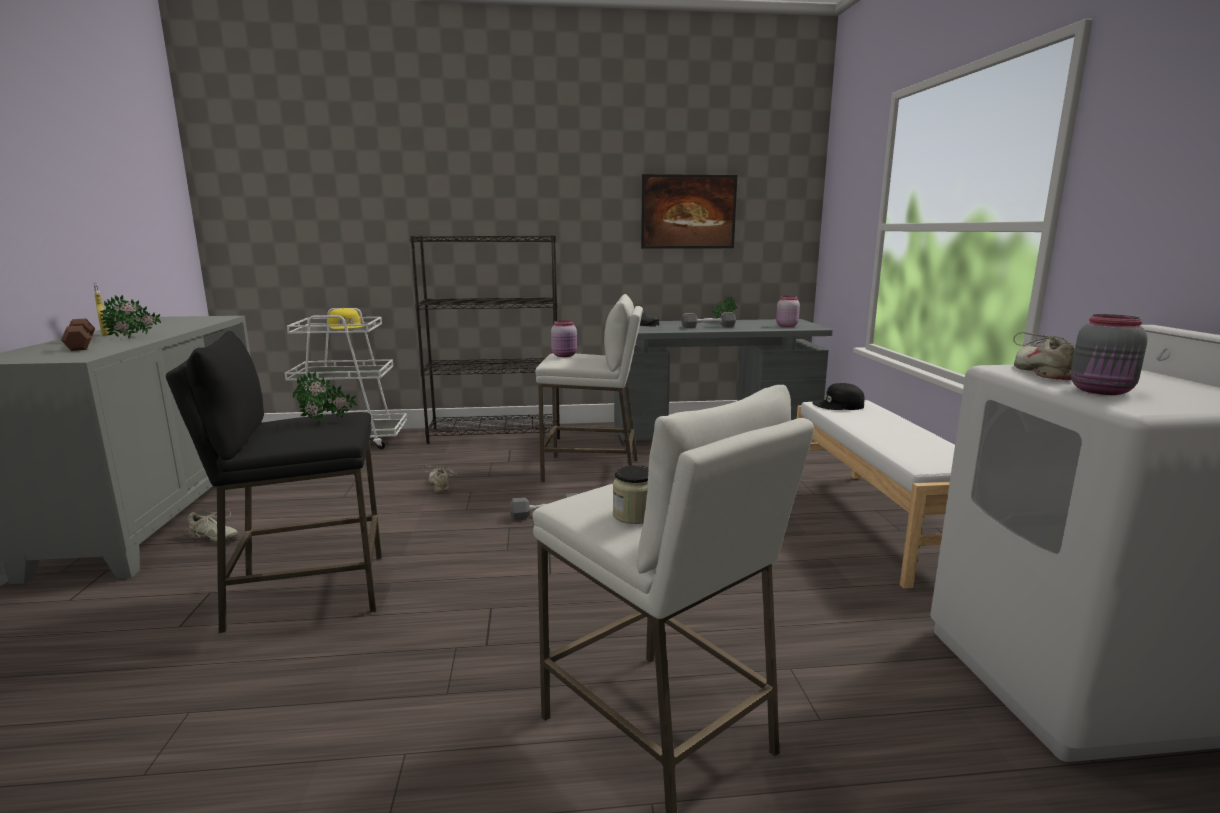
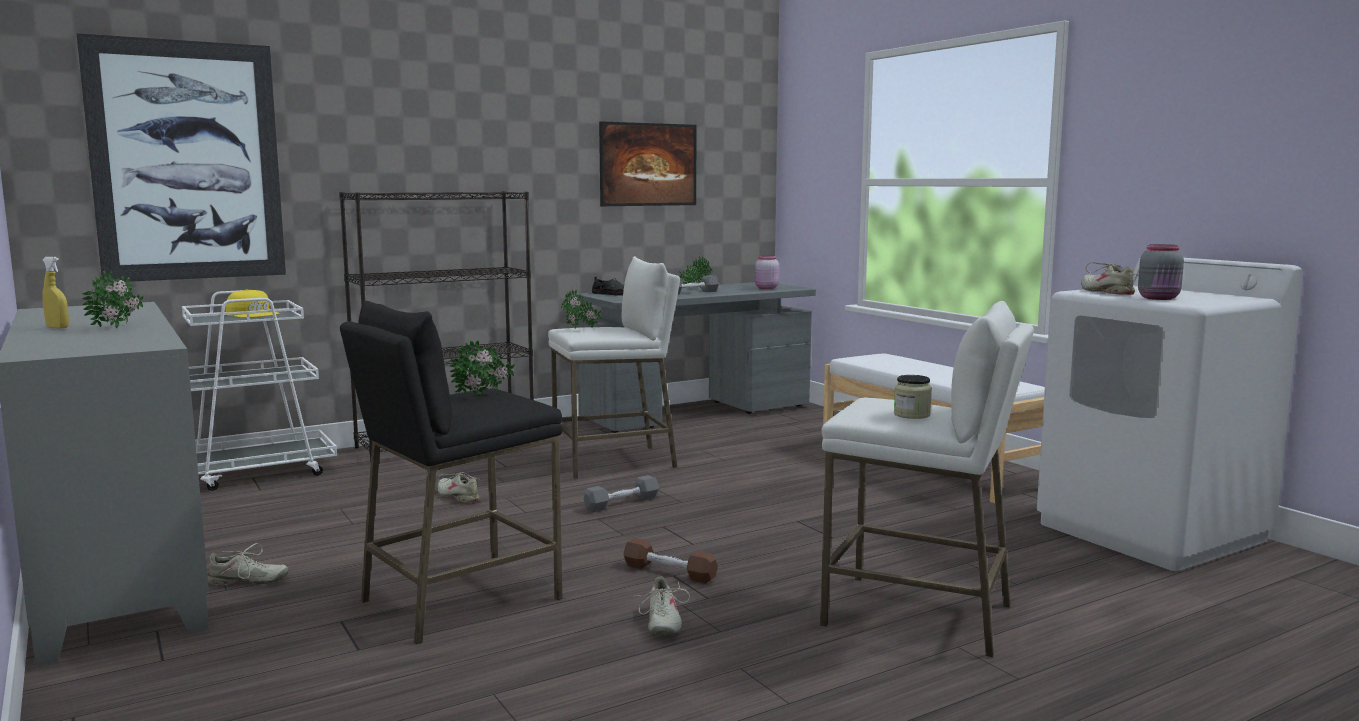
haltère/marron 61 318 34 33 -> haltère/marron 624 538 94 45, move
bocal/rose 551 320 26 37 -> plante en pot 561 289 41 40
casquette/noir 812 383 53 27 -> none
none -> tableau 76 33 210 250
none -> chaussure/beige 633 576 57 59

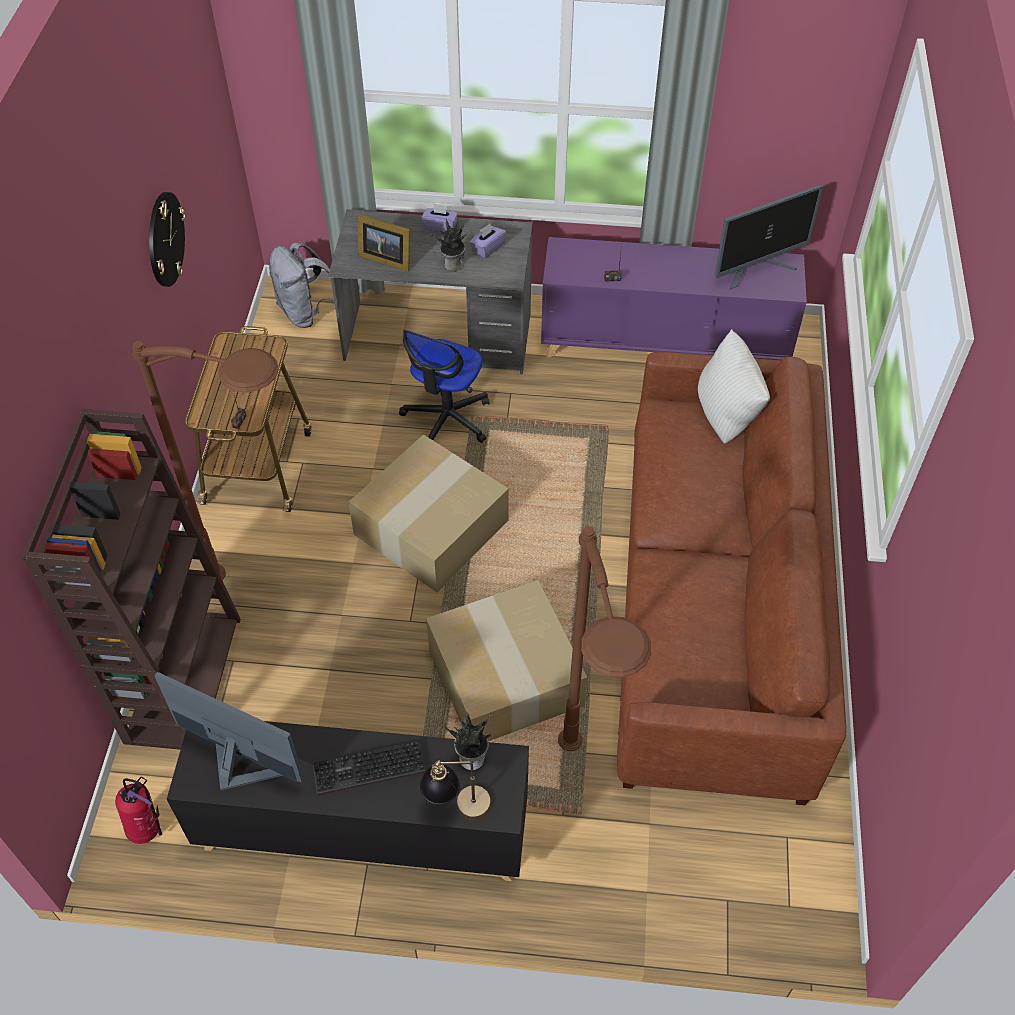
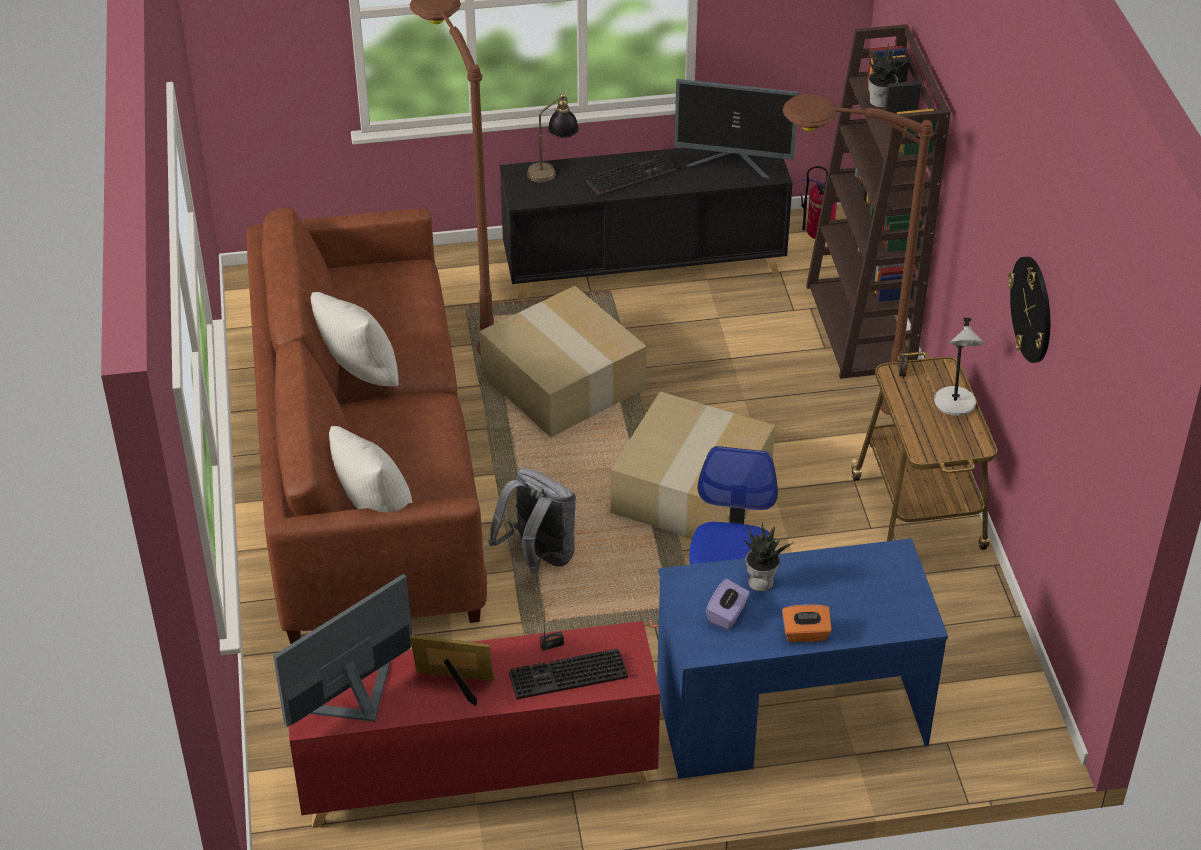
boîte à mouchoirs/violet 421 204 37 29 -> boîte à mouchoirs/orange 782 604 50 38
bureau/gris 328 210 205 164 -> bureau/bleu 657 538 291 241
cadre photo 357 214 53 58 -> cadre photo 410 635 84 71, move
meuble de rangement/violet 541 237 266 123 -> meuble de rangement/rouge 289 621 371 207
sac à dos/gris 269 242 65 86 -> sac à dos/gris 488 468 88 106, move
plante en pot 444 712 48 58 -> plante en pot 867 43 42 64, move
none -> coussin/blanc 311 292 88 95
none -> lampe de table/gris 934 318 51 98
none -> clavier 509 648 119 52

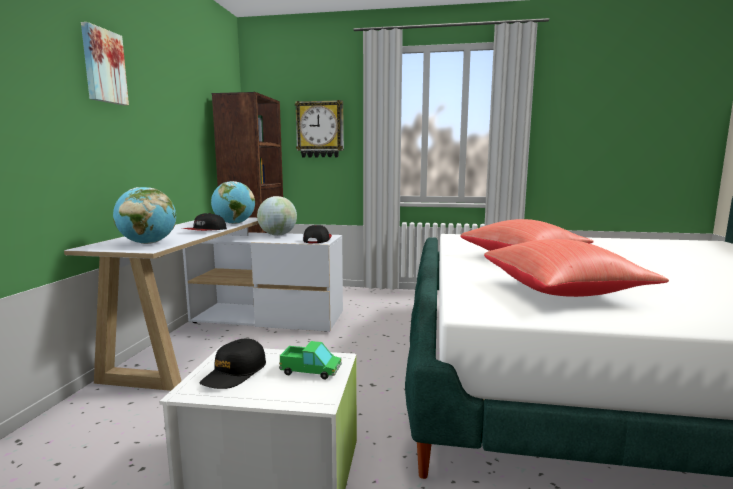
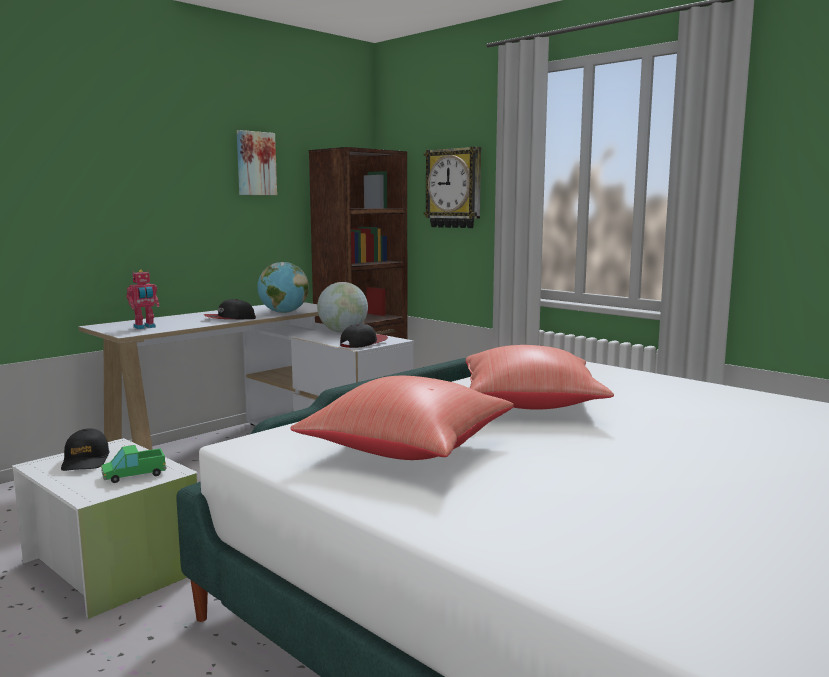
tableau 81 22 48 83 -> tableau 237 130 40 65, move
globe 113 187 63 57 -> robot jouet 126 270 33 59
casquette/noir 199 339 67 50 -> casquette/noir 61 429 49 42, 75 degrees counterclockwise
camion jouet 279 341 63 38 -> camion jouet 101 445 66 38, 105 degrees clockwise

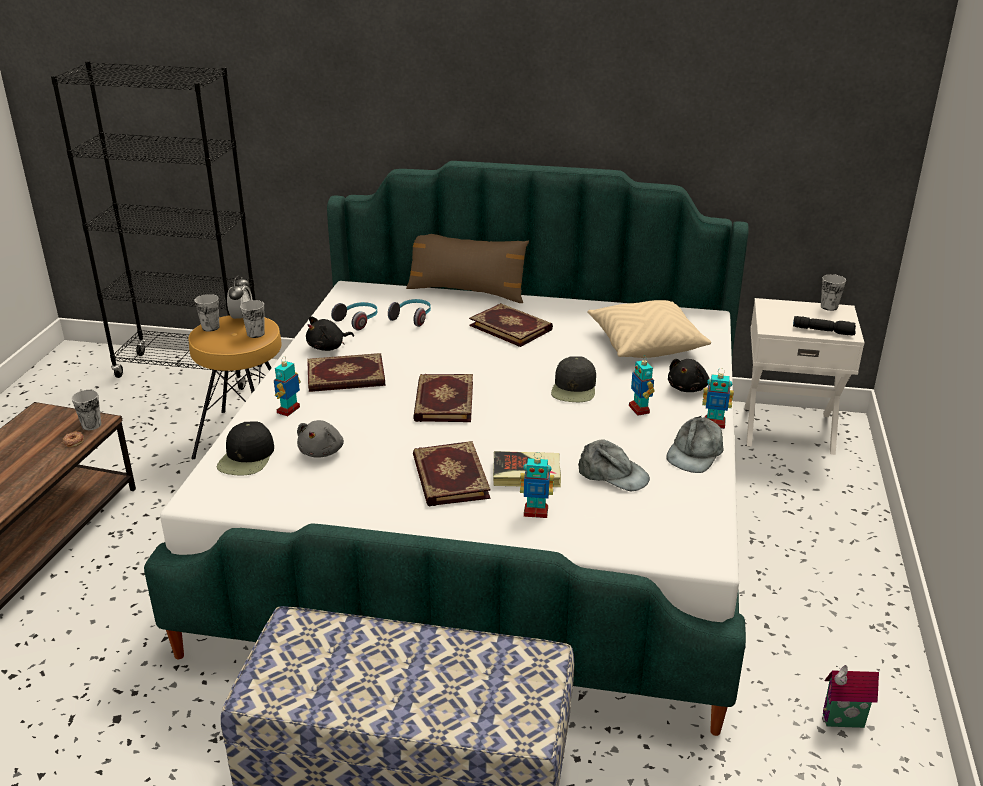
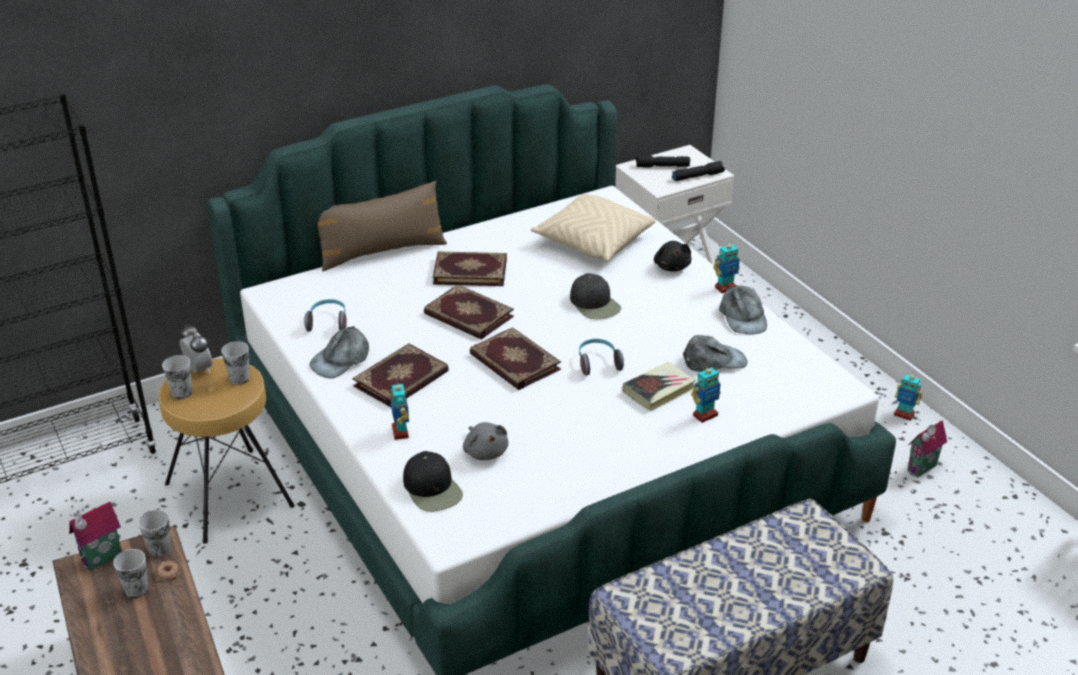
tasse 821 274 25 37 -> tasse 113 549 35 49, move
casque audio 388 299 43 28 -> casque audio 579 339 45 37, move
peluche/noir 306 316 48 35 -> casquette/gris 310 326 59 53
robot jouet 629 356 26 60 -> robot jouet 894 372 29 49, move
livre 413 441 77 65 -> livre 424 284 90 55, move
none -> lampe de poche/noir 636 155 54 12
none -> maison miniature 69 502 53 69

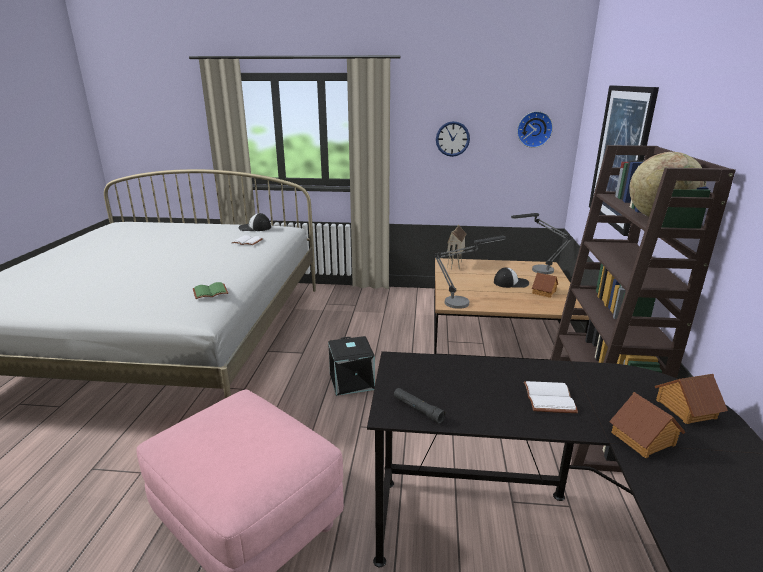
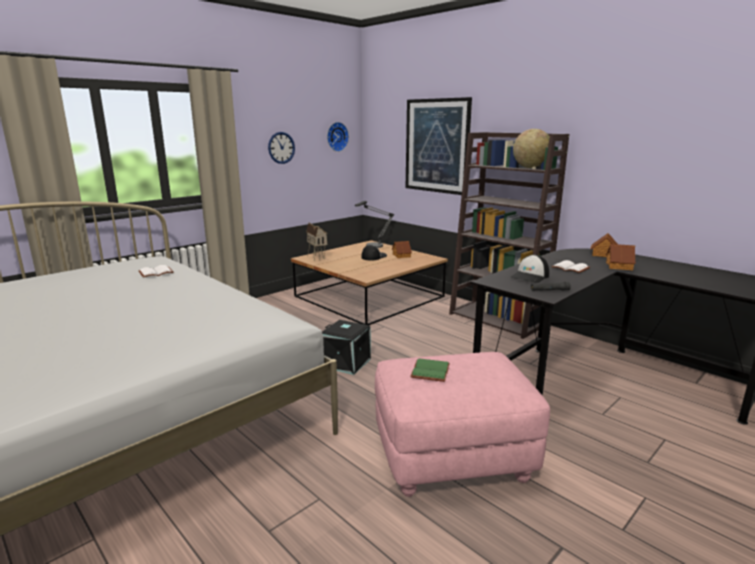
casquette 238 213 33 18 -> casquette 510 255 39 28, move
lampe de table 434 236 72 73 -> none
livre/vert 193 282 35 17 -> livre/vert 411 358 39 24, move

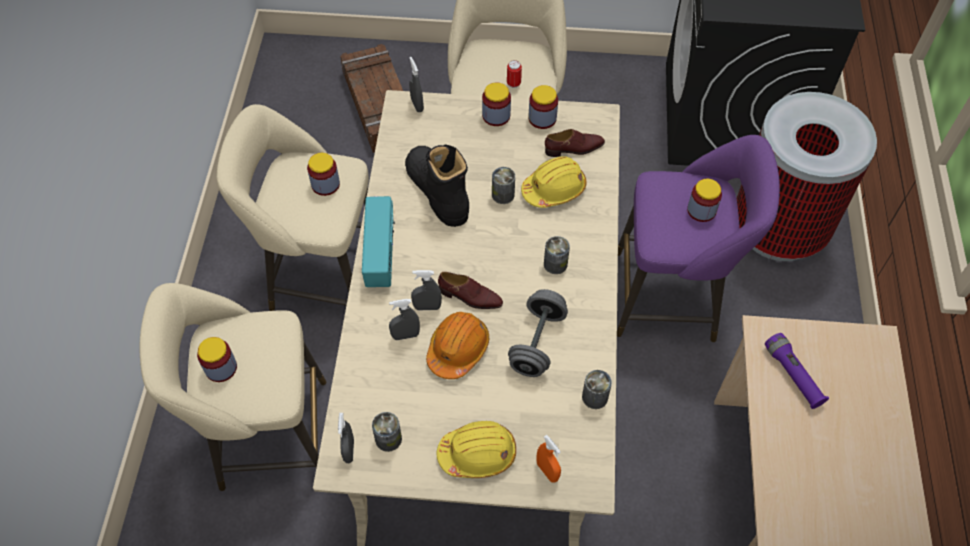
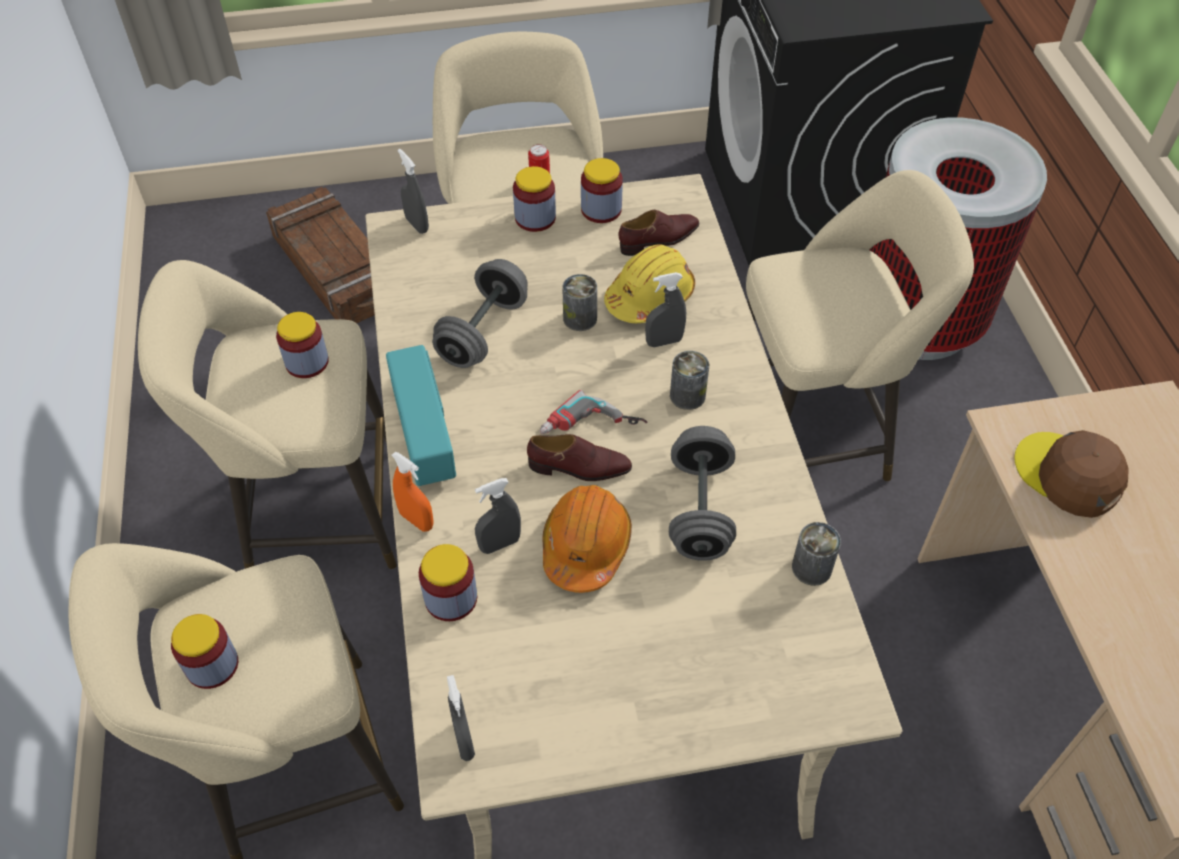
tabouret/violet 617 135 163 207 -> tabouret/beige 746 170 228 311
botte/noir 405 144 64 83 -> haltère/gris 432 259 96 109
bocal 687 179 35 43 -> bocal 419 544 58 77, move
vaporisateur/gris 411 270 31 40 -> vaporisateur/gris 645 272 41 75, move
lampe de poche/violet 765 333 64 76 -> casquette/marron 1014 430 114 88
boîte métallique 372 412 30 40 -> none
casque de chantier/jaune 437 421 79 57 -> none
vaporisateur/orange 536 435 25 48 -> vaporisateur/orange 392 451 41 81, move
none -> perceuse 540 390 108 44

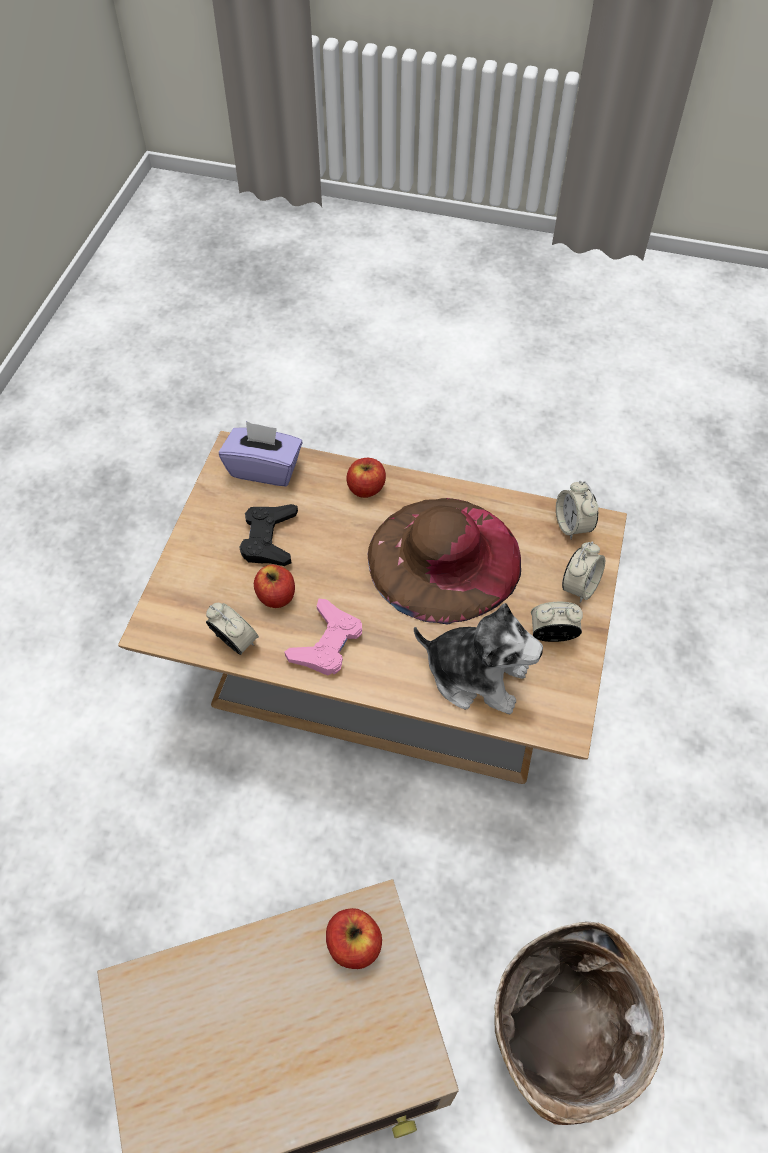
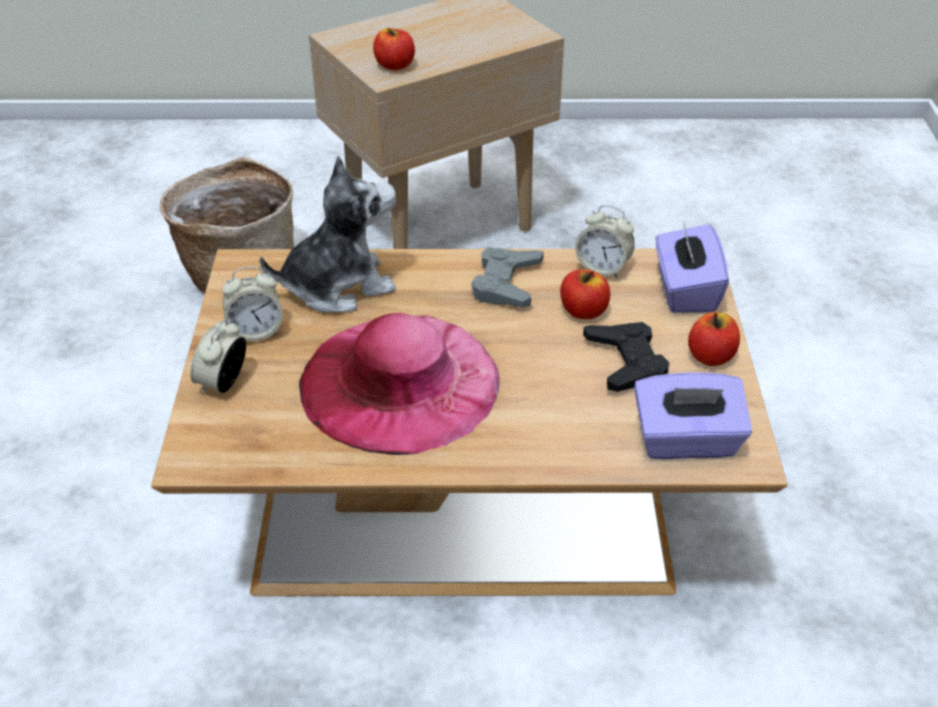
pomme 346 458 40 40 -> pomme 688 312 52 54, move
réveil 556 480 43 60 -> none
chapeau/marron 368 498 153 126 -> chapeau/rose 299 313 201 142
manette/rose 284 599 78 76 -> manette/gris 471 247 73 60
peluche 414 603 129 111 -> peluche 260 155 136 158, 150 degrees clockwise
none -> boîte à mouchoirs/violet 656 221 73 92

